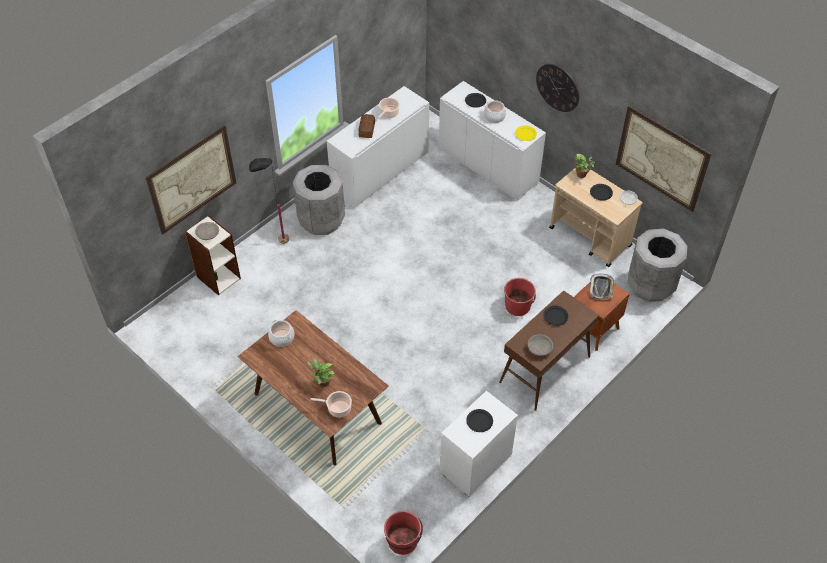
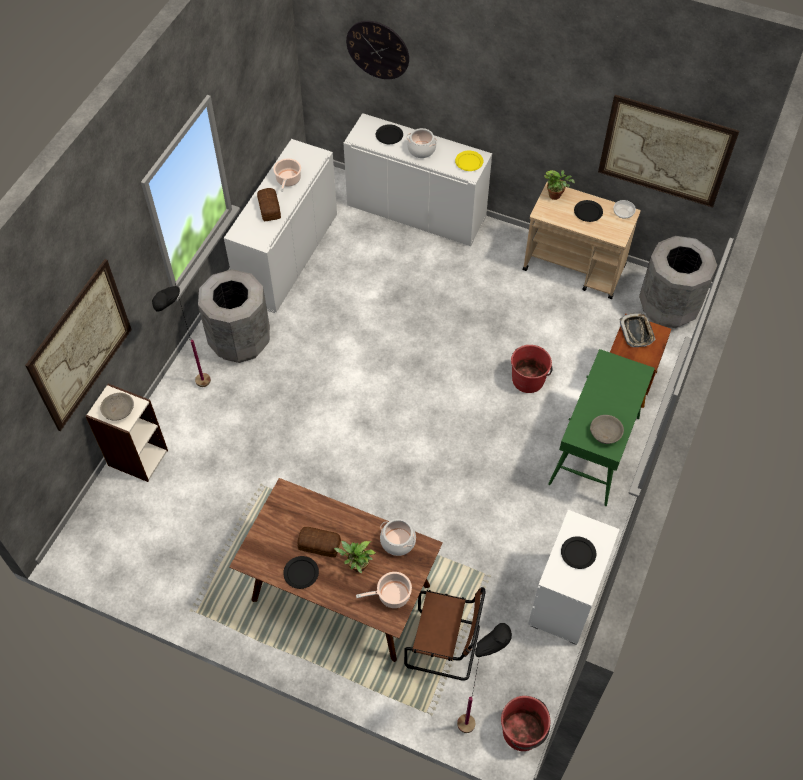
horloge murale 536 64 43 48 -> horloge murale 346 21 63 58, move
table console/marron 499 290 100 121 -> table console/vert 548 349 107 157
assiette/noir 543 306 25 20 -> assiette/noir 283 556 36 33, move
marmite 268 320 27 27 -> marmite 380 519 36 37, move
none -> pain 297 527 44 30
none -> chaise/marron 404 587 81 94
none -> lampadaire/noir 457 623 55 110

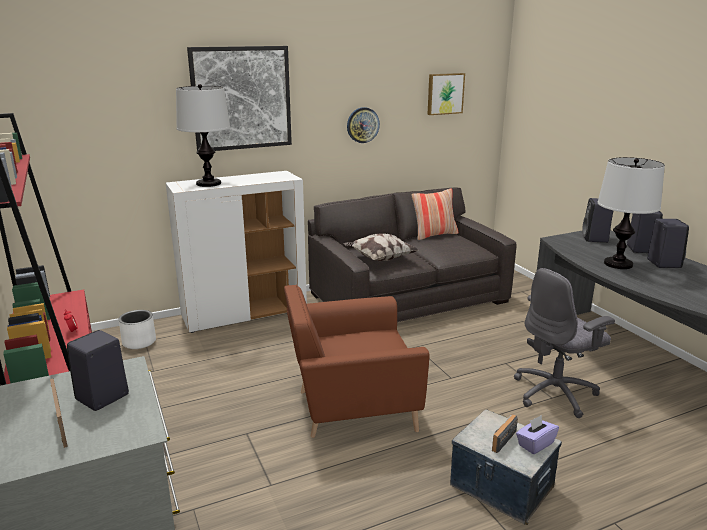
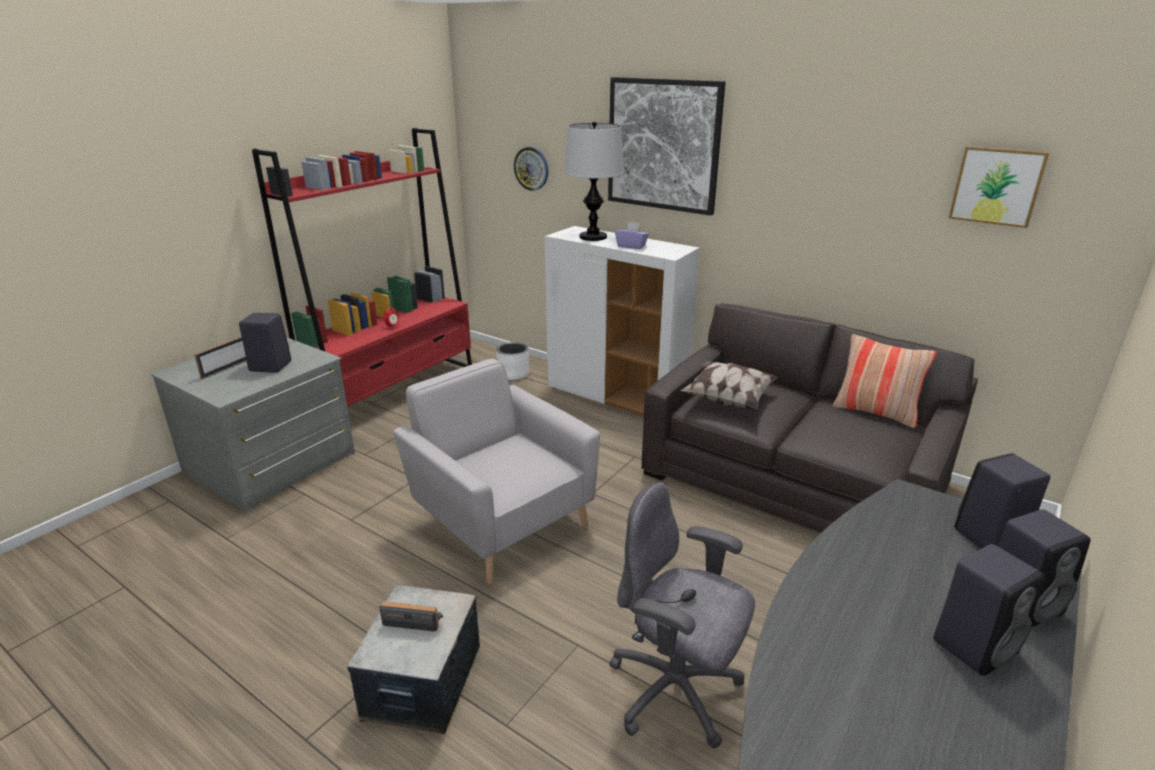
horloge murale 347 107 33 36 -> horloge murale 514 147 34 44, move
lampe de table 598 157 67 112 -> none
fauteuil/marron 284 285 145 153 -> fauteuil/gris 393 359 207 225
boîte à mouchoirs/violet 516 415 43 39 -> boîte à mouchoirs/violet 615 222 34 27, move

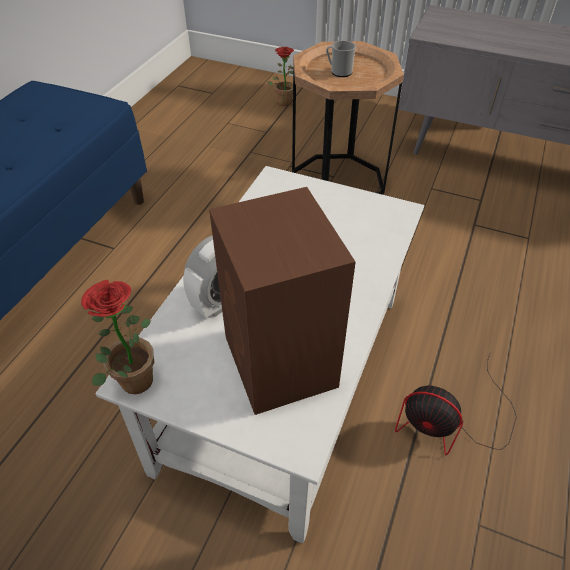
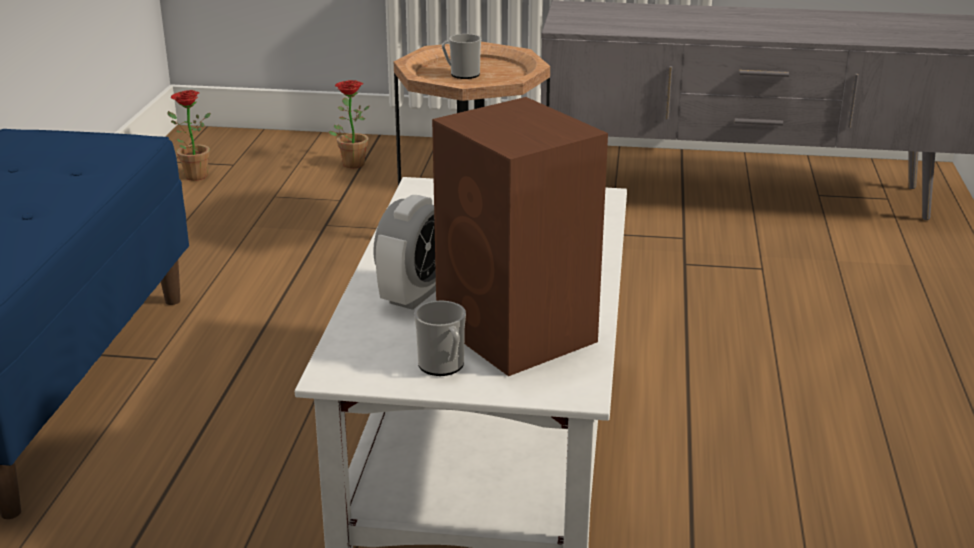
plante en pot 81 280 73 114 -> plante en pot 167 90 44 91, move
ventilateur 395 354 122 102 -> none
none -> mug 414 300 52 76

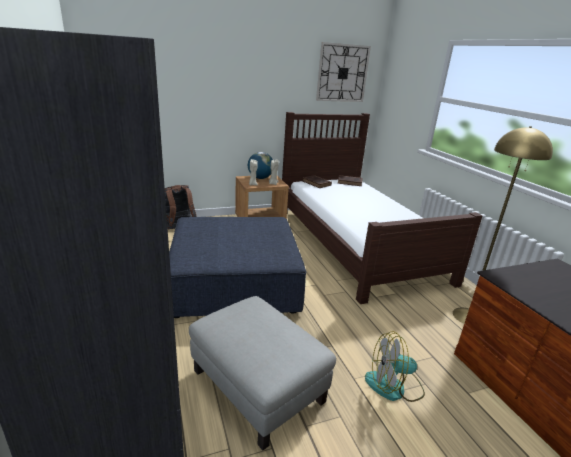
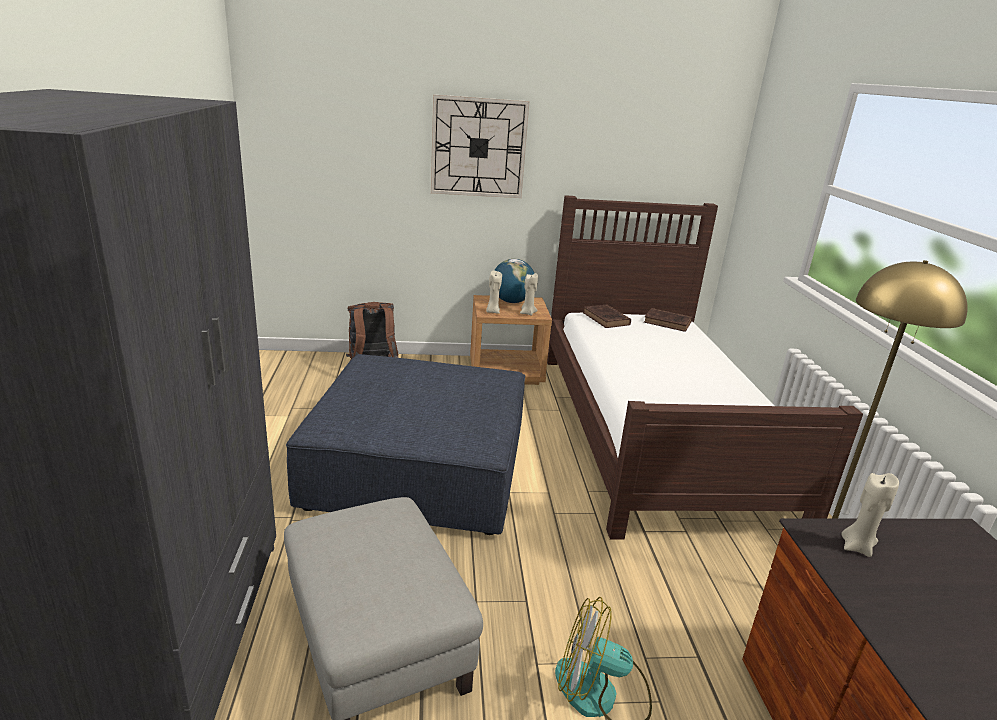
horloge murale 316 42 55 60 -> horloge murale 431 94 98 104, move
none -> bougie/beige 841 473 58 84

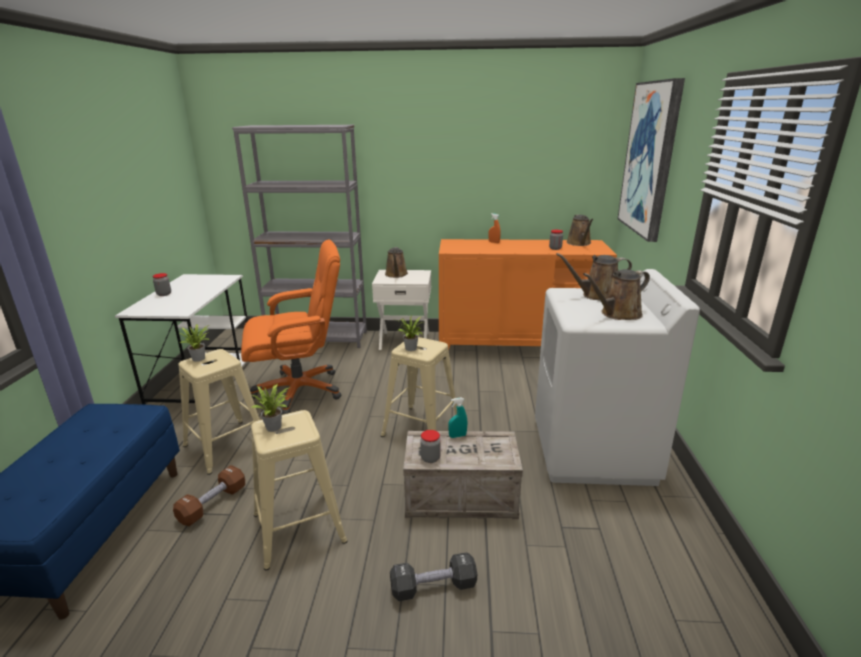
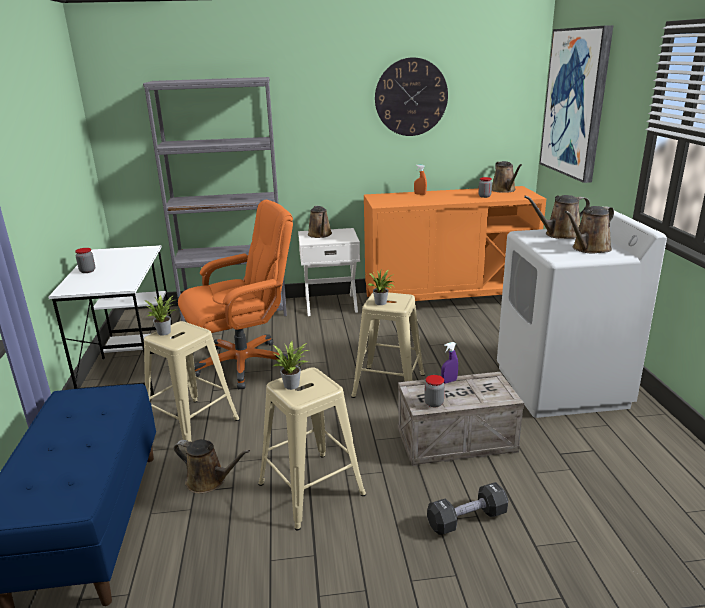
vaporisateur/turquoise 448 398 19 40 -> vaporisateur/violet 441 342 17 41
haltère/marron 173 465 72 61 -> arrosoir/marron 174 439 76 55
none -> horloge murale 375 57 73 79

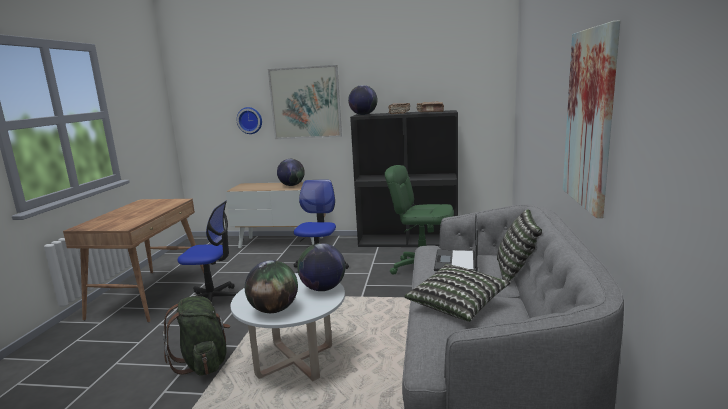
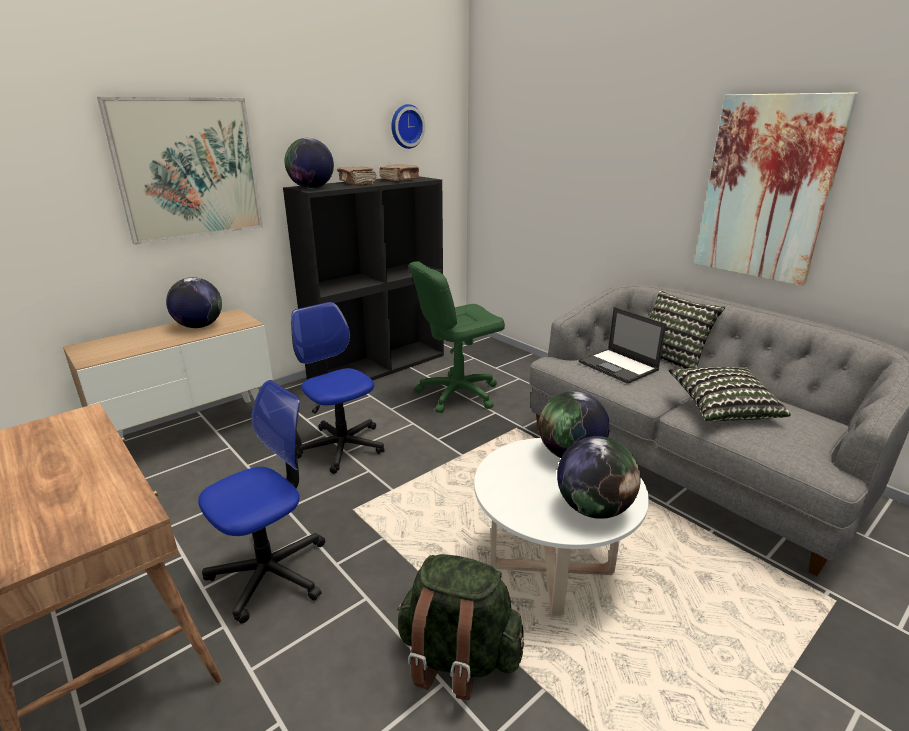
horloge murale 237 107 25 27 -> horloge murale 391 104 34 45, move

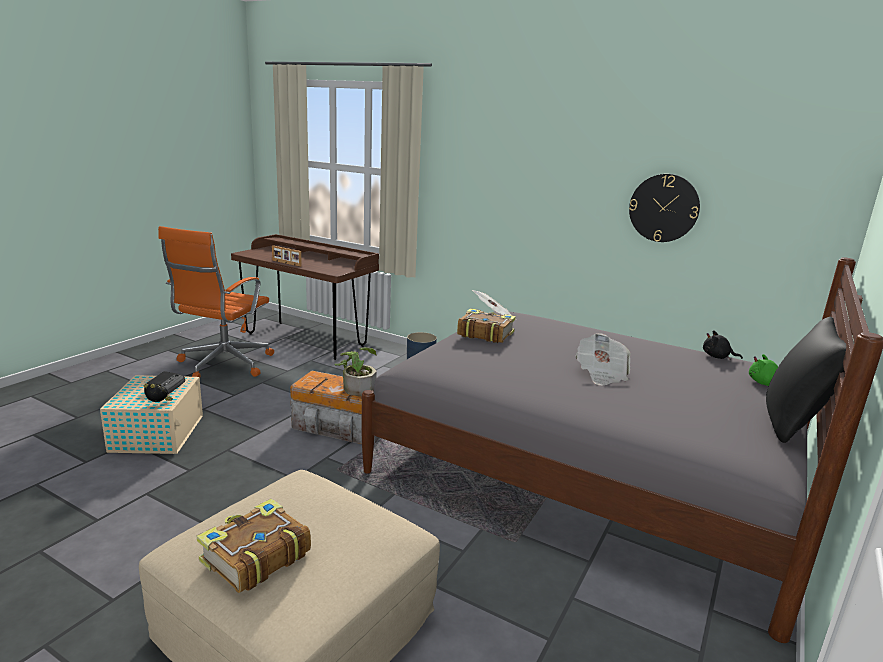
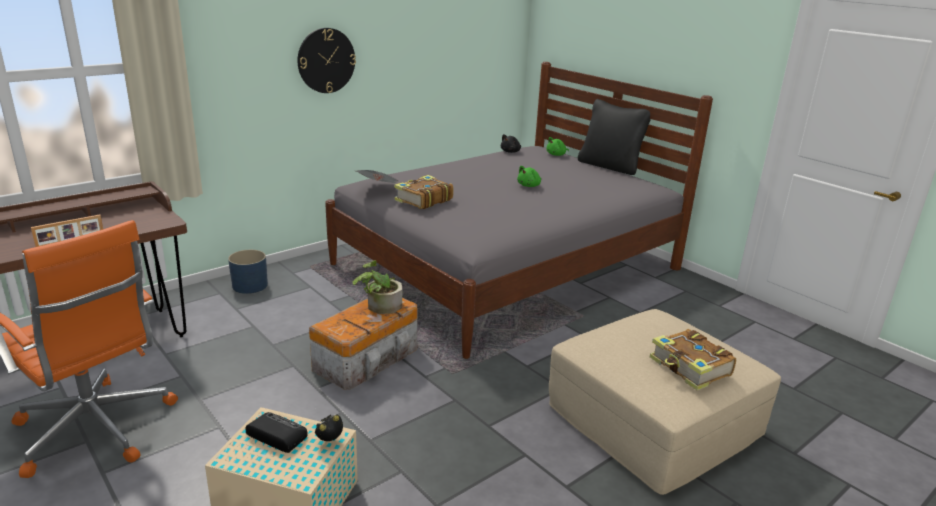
horloge murale 629 174 71 68 -> horloge murale 297 28 59 65, move
journal 575 333 56 52 -> peluche/vert 517 166 24 21

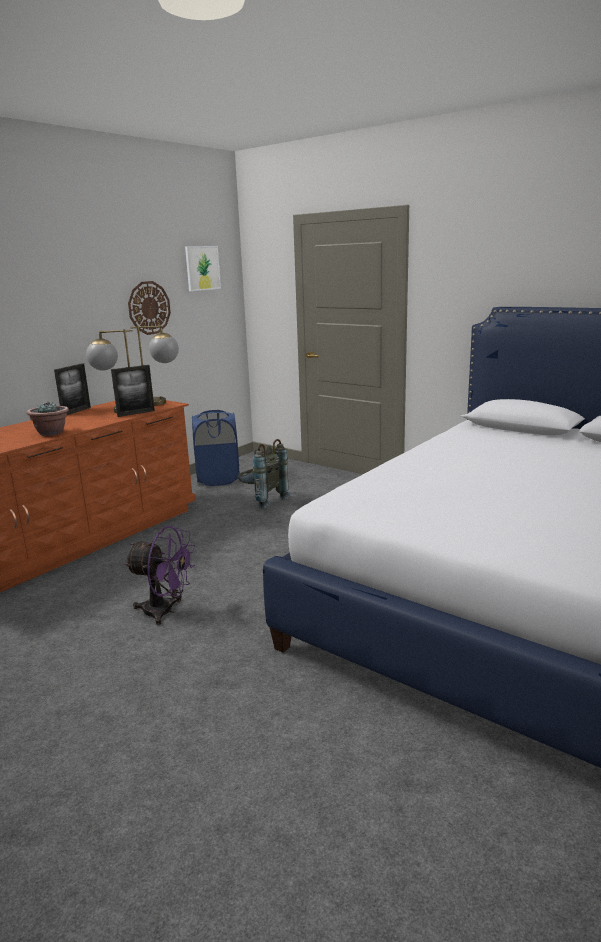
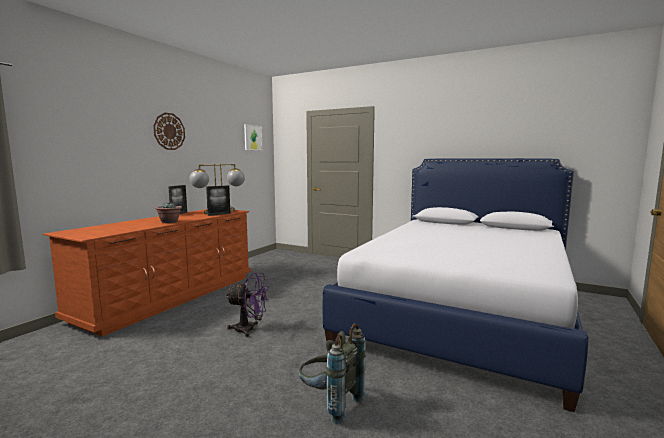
horloge murale 128 281 43 54 -> horloge murale 153 112 32 38, move
panier à linge/bleu 192 410 47 76 -> none
sac à dos/gris 238 439 52 70 -> sac à dos/gris 298 324 68 100, move

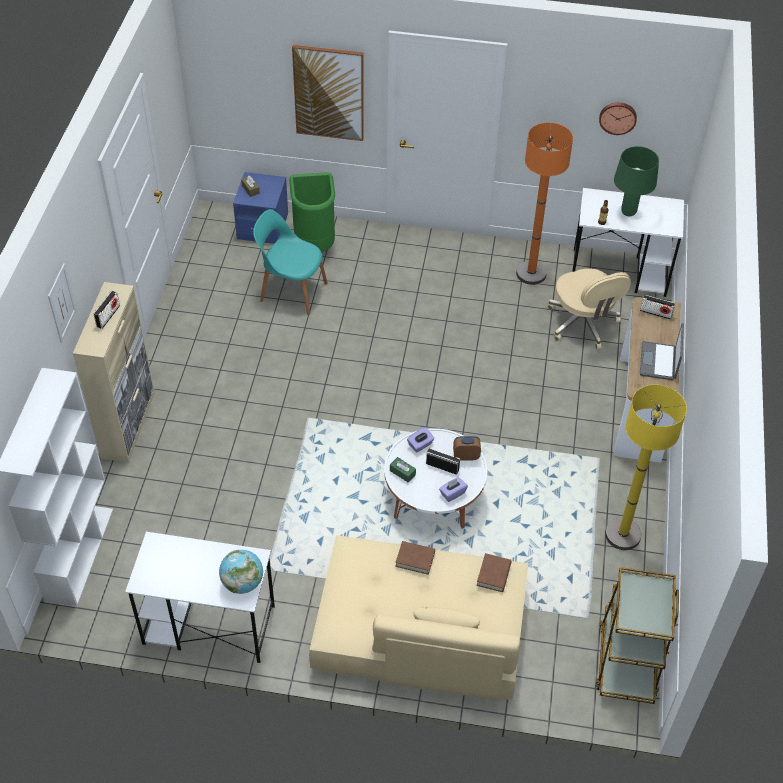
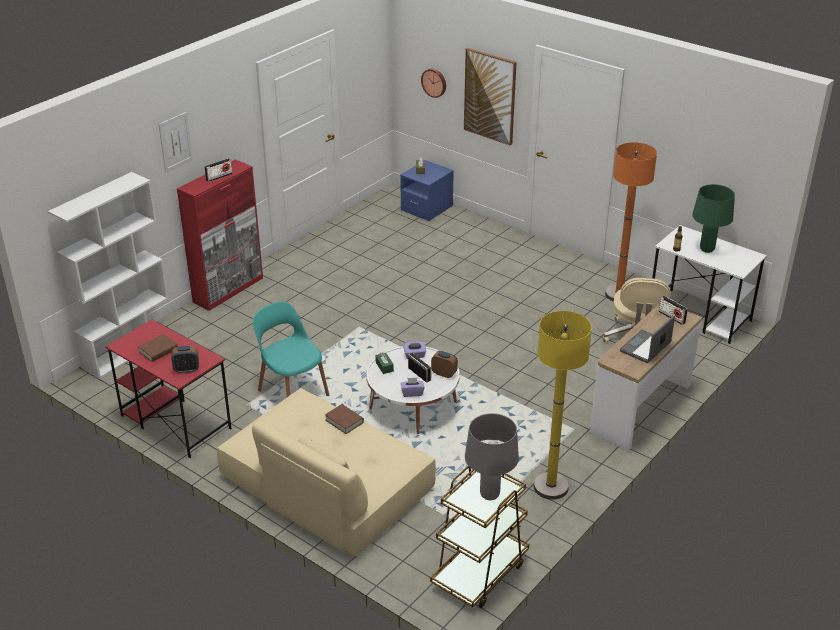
horloge murale 599 102 38 33 -> horloge murale 421 69 25 29, move
poubelle/vert 289 172 46 80 -> none
chaise/turquoise 253 210 75 105 -> chaise/turquoise 253 302 76 95, move
meuble de rangement/beige 73 282 82 180 -> meuble de rangement/rouge 177 160 86 151
bureau/blanc 125 532 150 131 -> bureau/rouge 105 319 127 139
globe 219 550 44 44 -> réveil 171 346 28 27
livre/marron 477 553 35 39 -> livre/marron 138 334 40 28, move
none -> lampe de table/gris 465 413 54 87

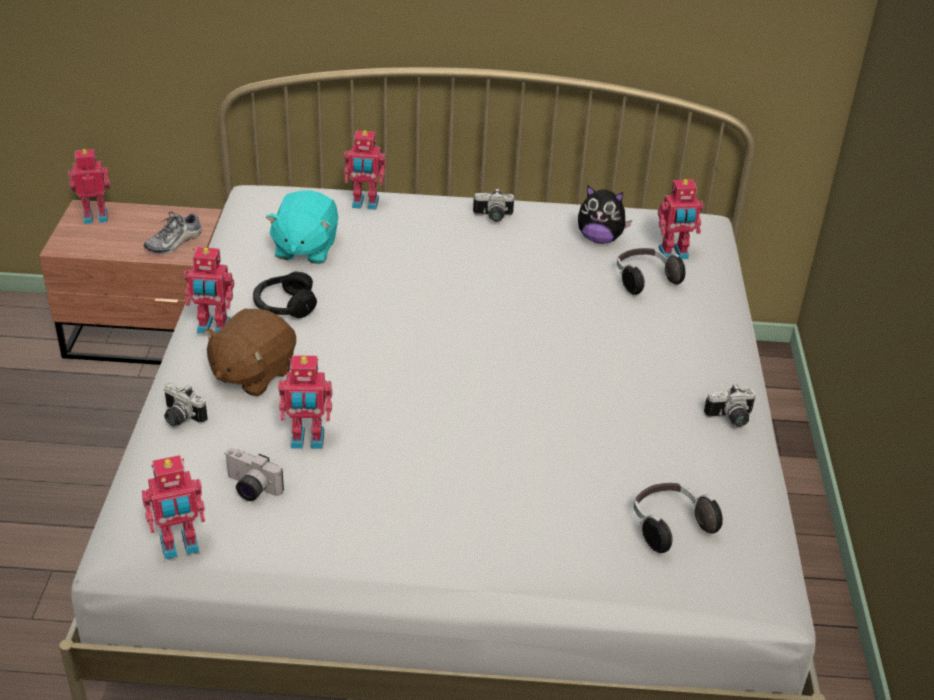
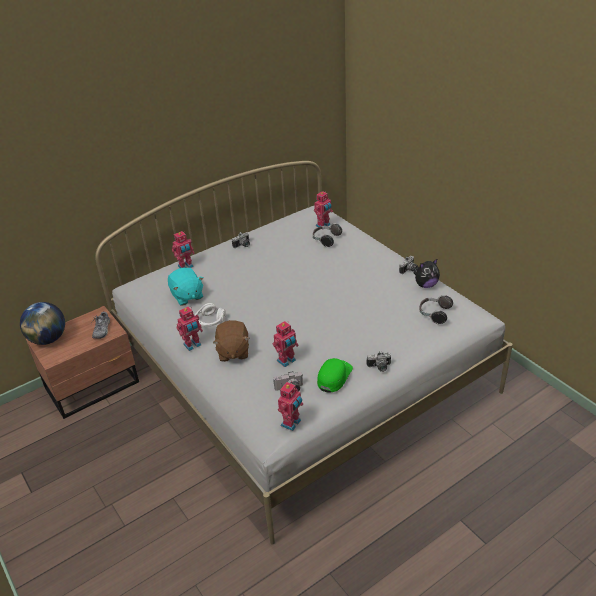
robot jouet 68 149 42 75 -> globe 20 302 45 43
peluche 578 185 54 59 -> peluche 414 259 26 29, move
casque audio/noir 253 271 64 47 -> casque audio/blanc 195 303 31 24
appareil photo 163 383 45 43 -> appareil photo 367 351 24 21, move
none -> casquette/vert 317 358 36 35

